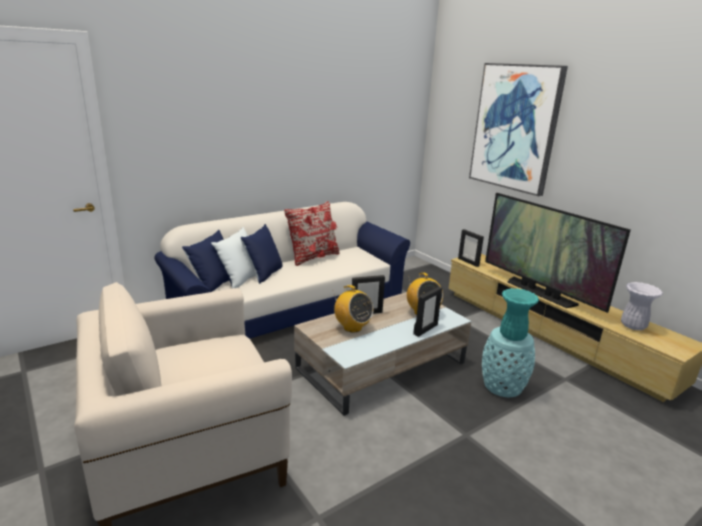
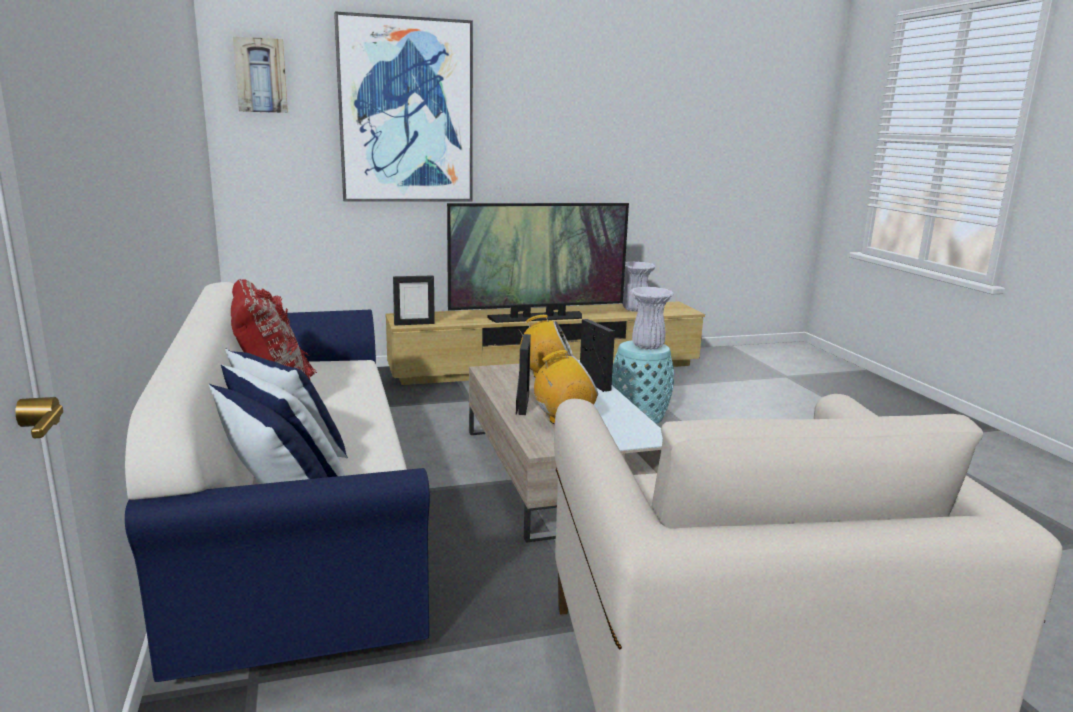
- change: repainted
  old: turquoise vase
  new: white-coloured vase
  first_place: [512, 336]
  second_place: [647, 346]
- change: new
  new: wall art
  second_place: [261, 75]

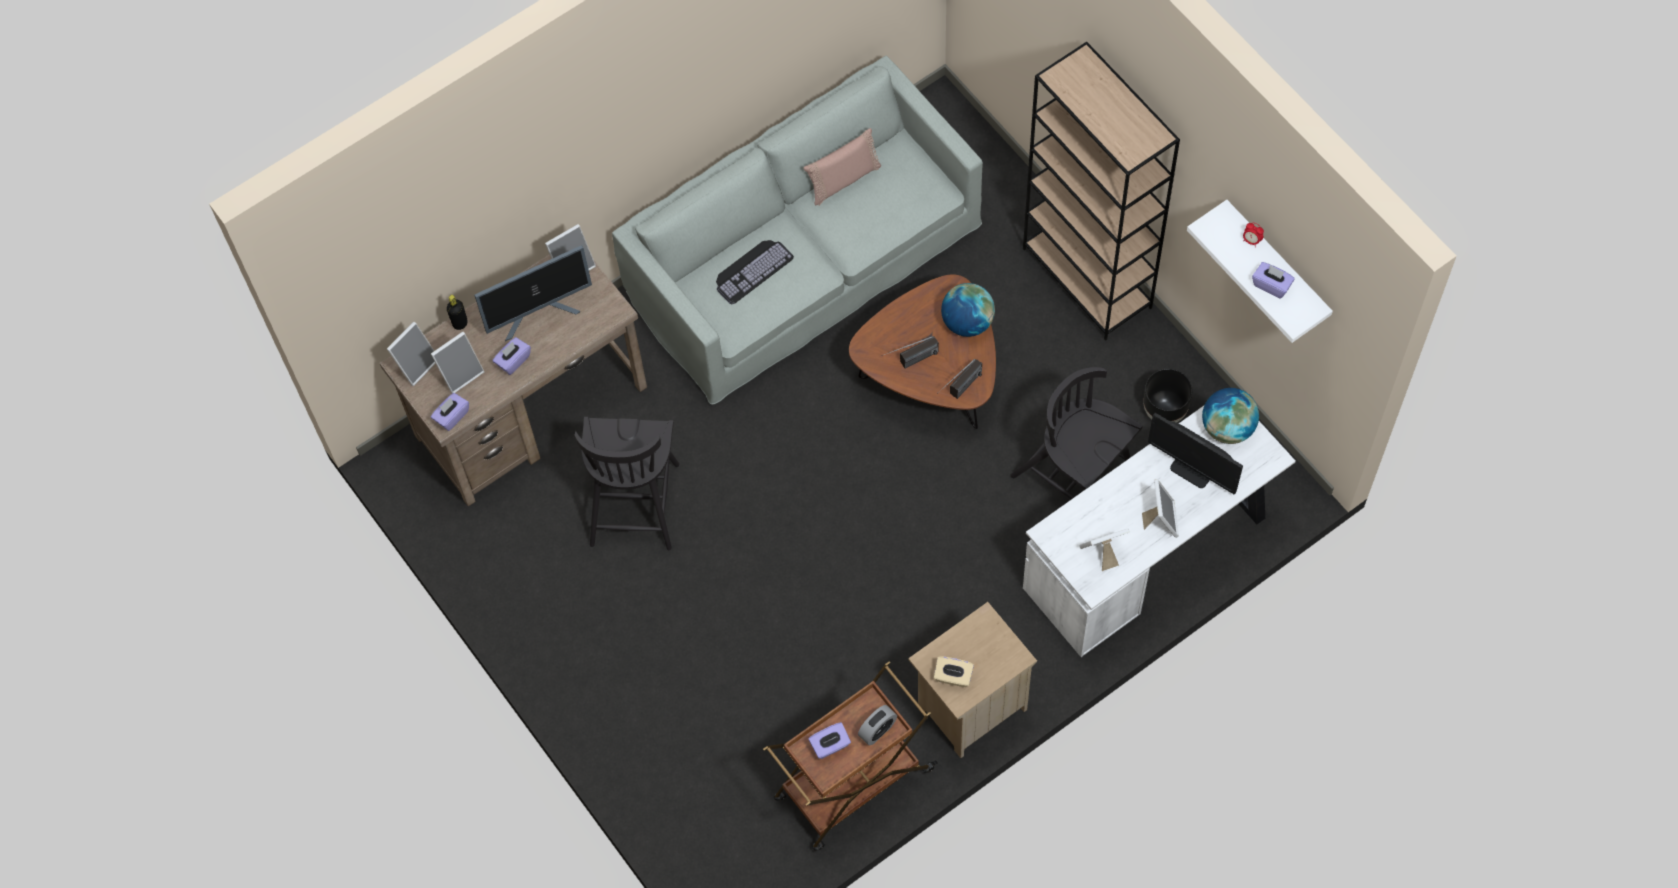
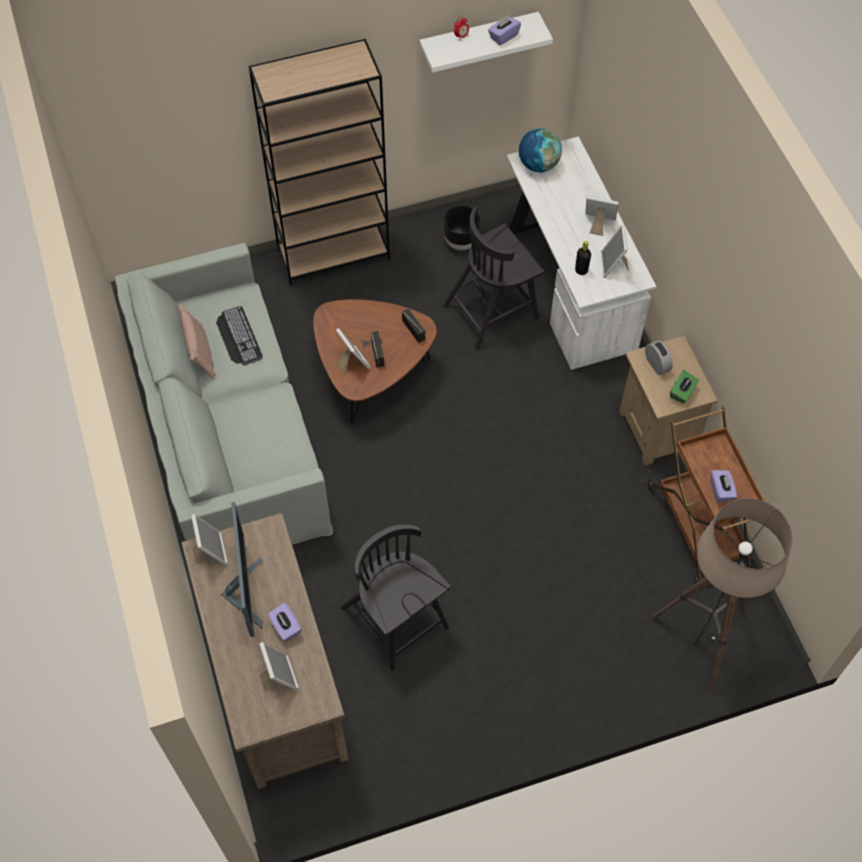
- change: shifted
  old: standing frame
  first_place: [416, 364]
  second_place: [352, 362]
- change: gone
  old: purple-coloured tissue box
  first_place: [452, 416]
- change: shifted
  old: black bottle
  first_place: [460, 323]
  second_place: [581, 270]
- change: rotated
  old: black chair
  first_place: [635, 501]
  second_place: [396, 619]
  degrees: -150
- change: shifted
  old: computer keyboard
  first_place: [752, 269]
  second_place: [237, 336]
- change: shifted
  old: bedside clock
  first_place: [877, 730]
  second_place: [656, 364]
- change: repainted
  old: beige-coloured tissue box
  new: green-coloured tissue box
  first_place: [953, 677]
  second_place: [682, 392]
- change: gone
  old: globe
  first_place: [967, 322]
- change: gone
  old: computer display
  first_place: [1192, 469]
- change: new
  new: standing lamp
  second_place: [702, 638]

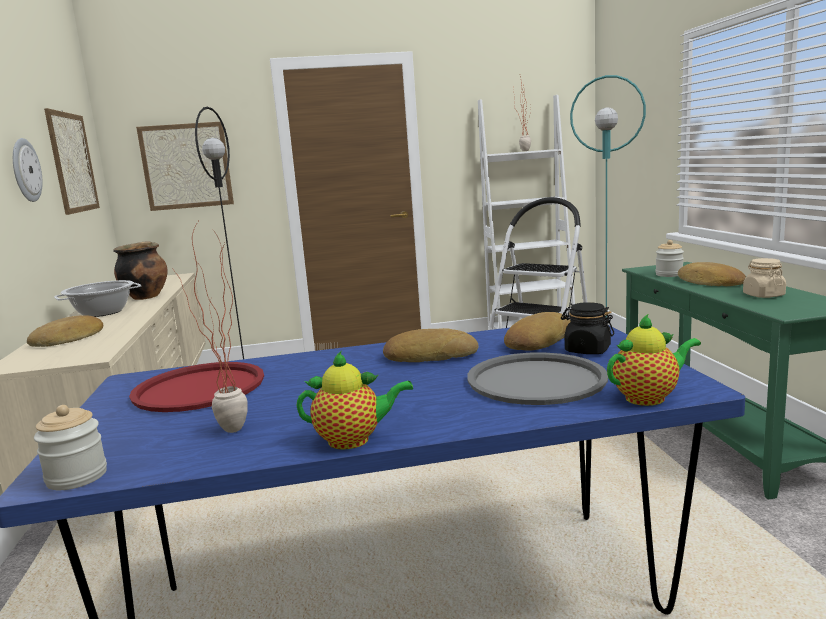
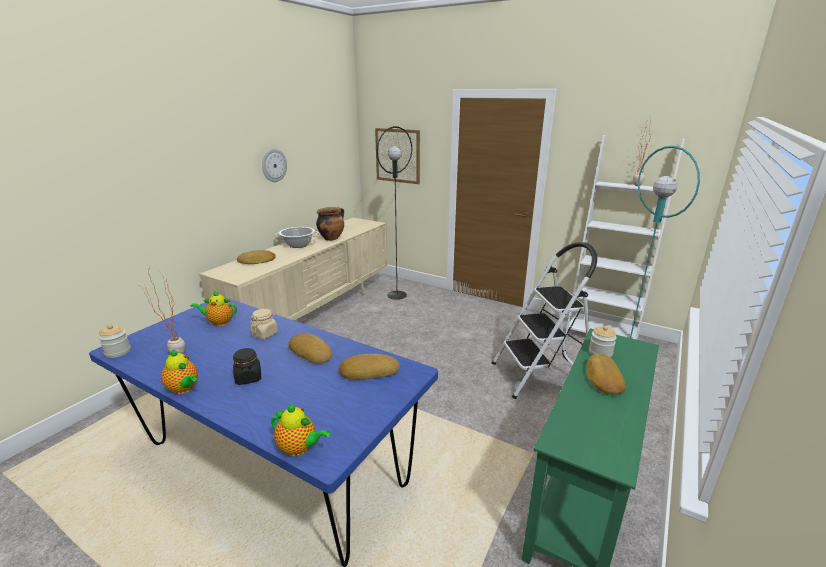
- change: gone
  old: wall art
  first_place: [72, 161]
- change: swapped
  old: reddish tray
  new: pot for tea
  first_place: [199, 388]
  second_place: [219, 322]
- change: gone
  old: greyish tray
  first_place: [536, 380]
- change: shifted
  old: black jar
  first_place: [587, 350]
  second_place: [248, 377]
- change: shifted
  old: beige-coloured jar
  first_place: [763, 295]
  second_place: [265, 334]

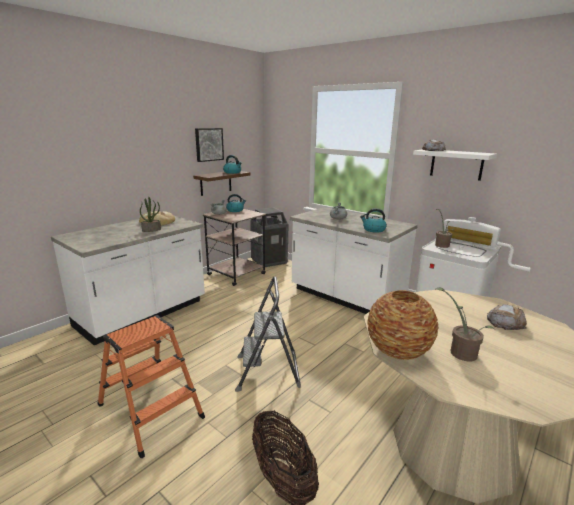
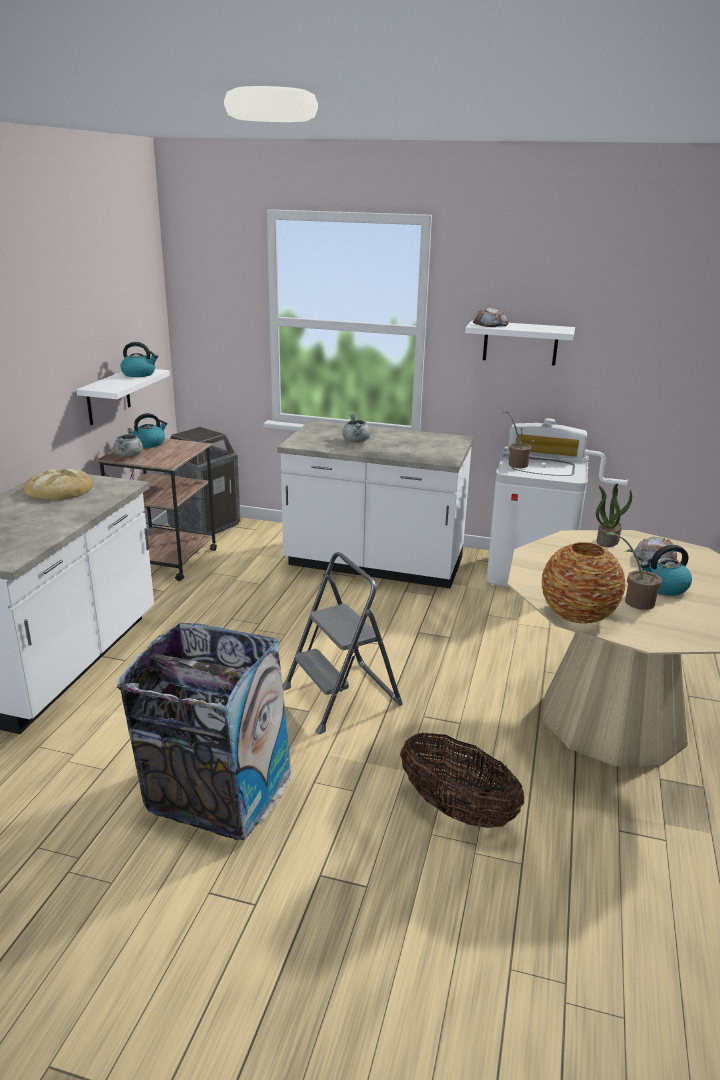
- change: swapped
  old: orangey stepladder
  new: rubbish bin
  first_place: [150, 410]
  second_place: [216, 793]
- change: shifted
  old: plant in a pot
  first_place: [151, 230]
  second_place: [607, 540]
- change: repainted
  old: brown-coloured wall shelf
  new: white-coloured wall shelf
  first_place: [216, 183]
  second_place: [108, 396]
- change: gone
  old: wall art
  first_place: [208, 144]
- change: shifted
  old: tea kettle
  first_place: [373, 230]
  second_place: [663, 587]

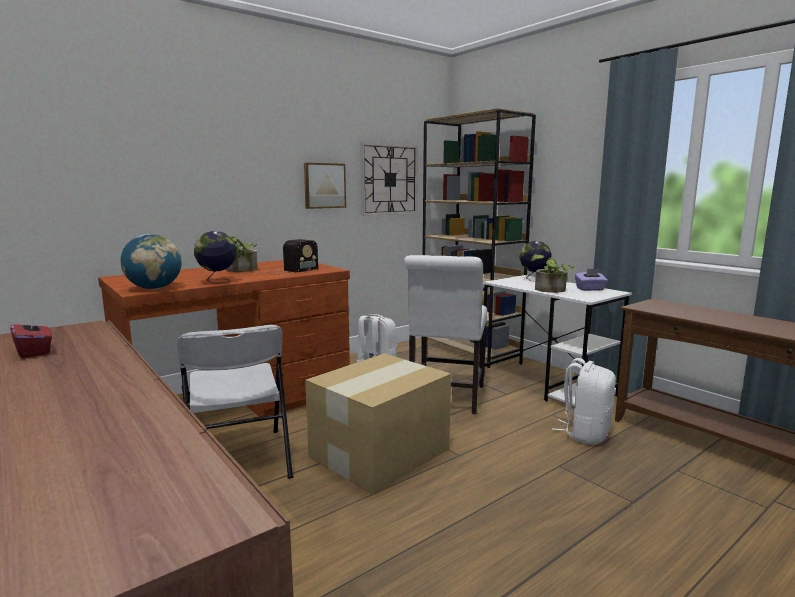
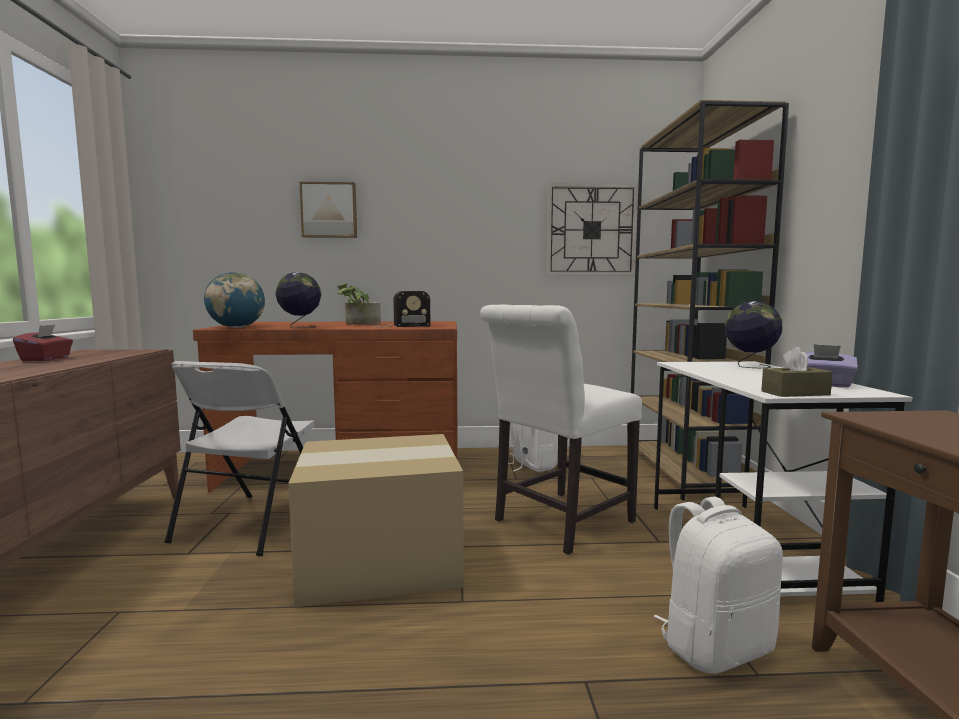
- change: shifted
  old: wall art
  first_place: [324, 185]
  second_place: [329, 210]
- change: gone
  old: plant in a pot
  first_place: [549, 290]
- change: new
  new: brown-coloured tissue box
  second_place: [795, 393]

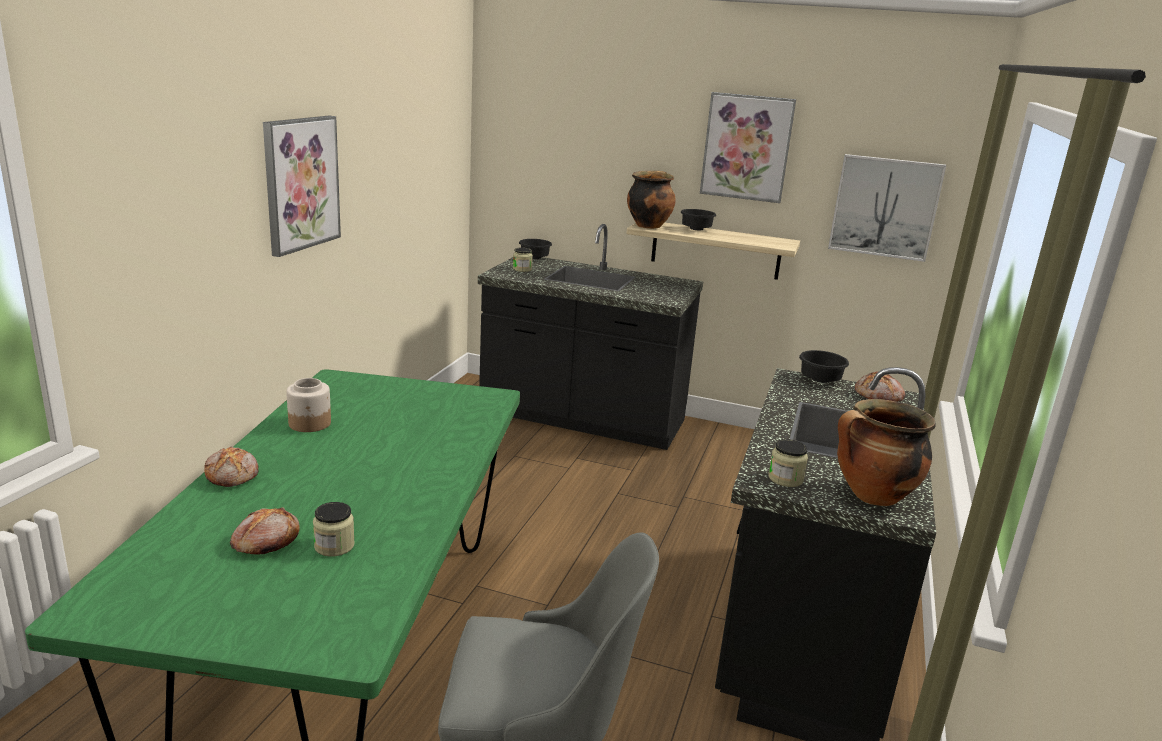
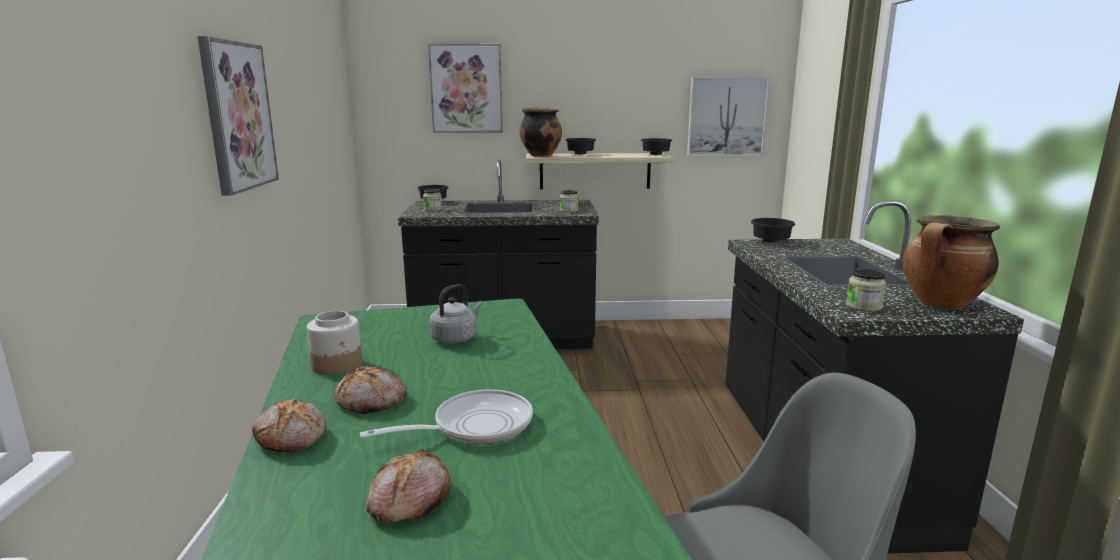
- change: shifted
  old: jar
  first_place: [334, 546]
  second_place: [569, 210]
- change: shifted
  old: wall art
  first_place: [746, 147]
  second_place: [466, 88]
- change: shifted
  old: baked bread
  first_place: [879, 396]
  second_place: [372, 401]
- change: new
  new: skillet
  second_place: [474, 426]
- change: new
  new: greyish tea kettle
  second_place: [456, 338]
- change: new
  new: black bowl
  second_place: [655, 154]

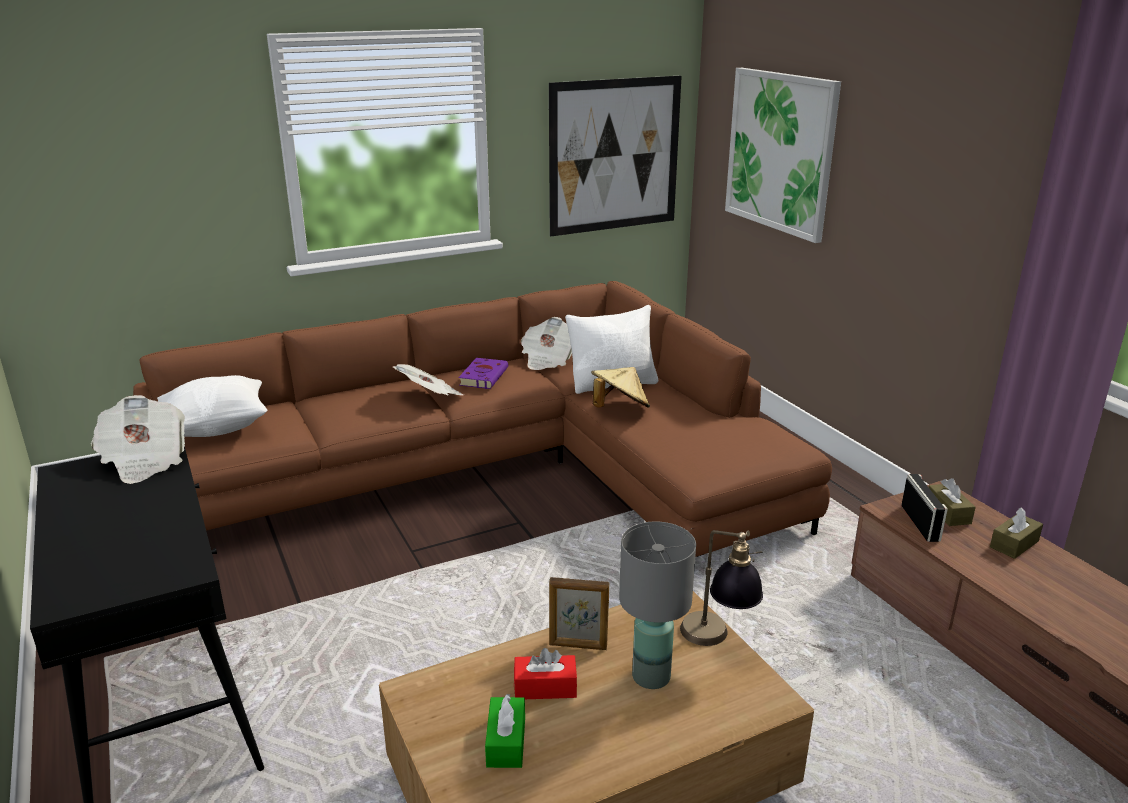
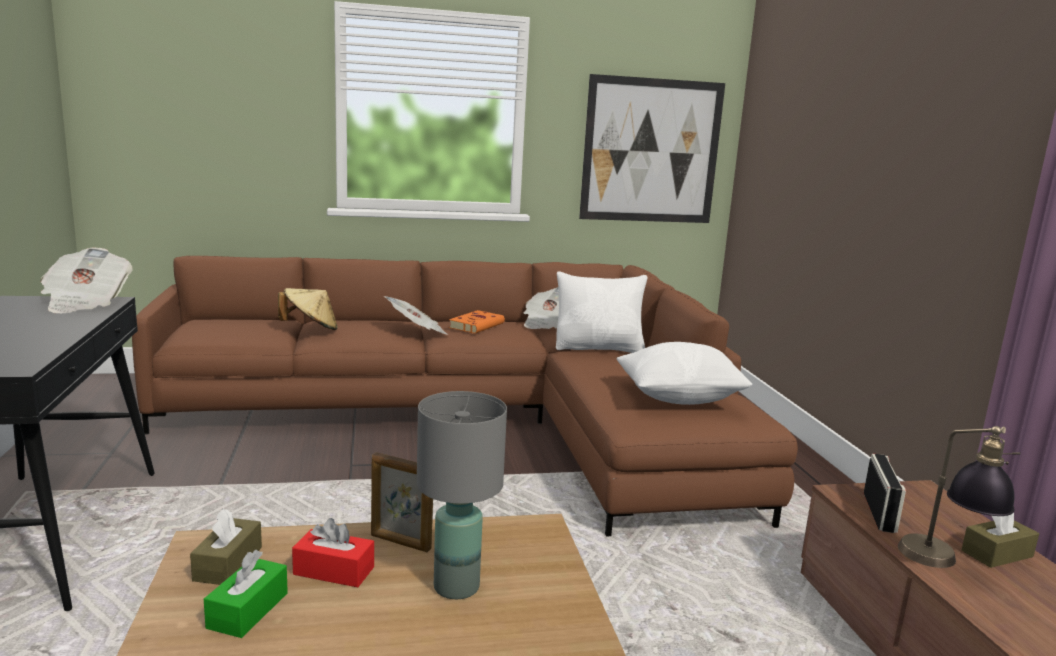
- change: shifted
  old: white-coloured pillow
  first_place: [217, 428]
  second_place: [679, 398]
- change: repainted
  old: purple-coloured bound book
  new: orangey bound book
  first_place: [484, 376]
  second_place: [477, 325]
- change: shifted
  old: beige-coloured wearable hat
  first_place: [619, 408]
  second_place: [310, 329]
- change: shifted
  old: lamp for a table
  first_place: [717, 642]
  second_place: [944, 566]
- change: gone
  old: wall art
  first_place: [780, 152]
- change: shifted
  old: brown-coloured tissue box
  first_place: [948, 513]
  second_place: [228, 564]

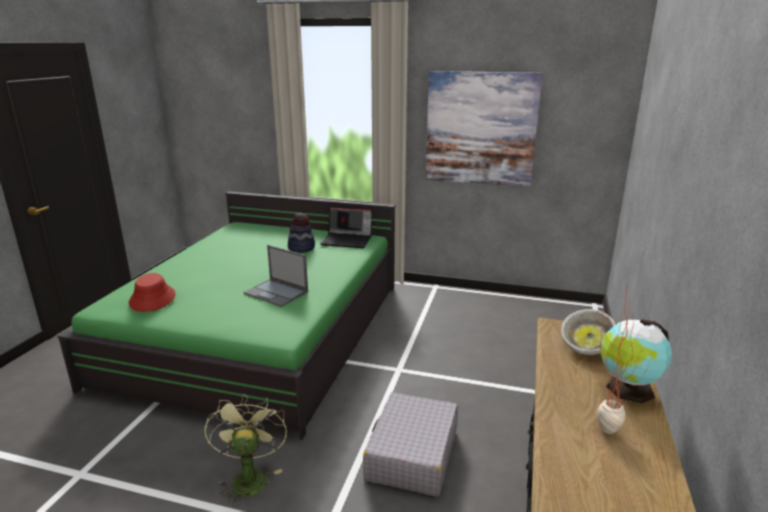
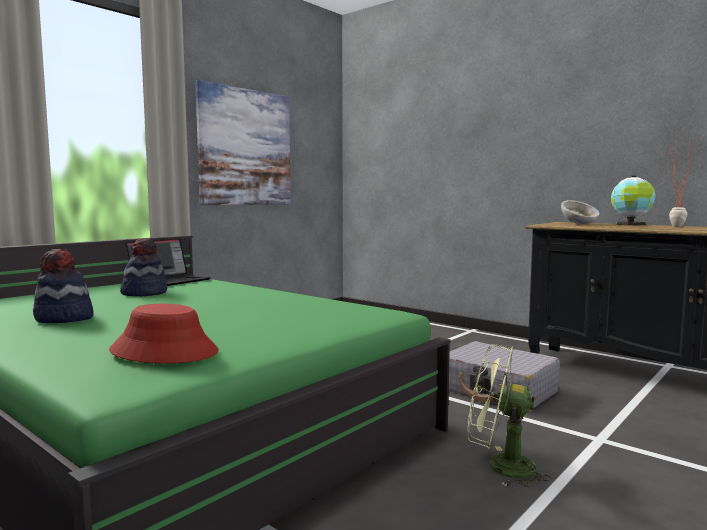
- change: gone
  old: notebook computer
  first_place: [277, 293]
- change: new
  new: wearable hat
  second_place: [64, 319]

